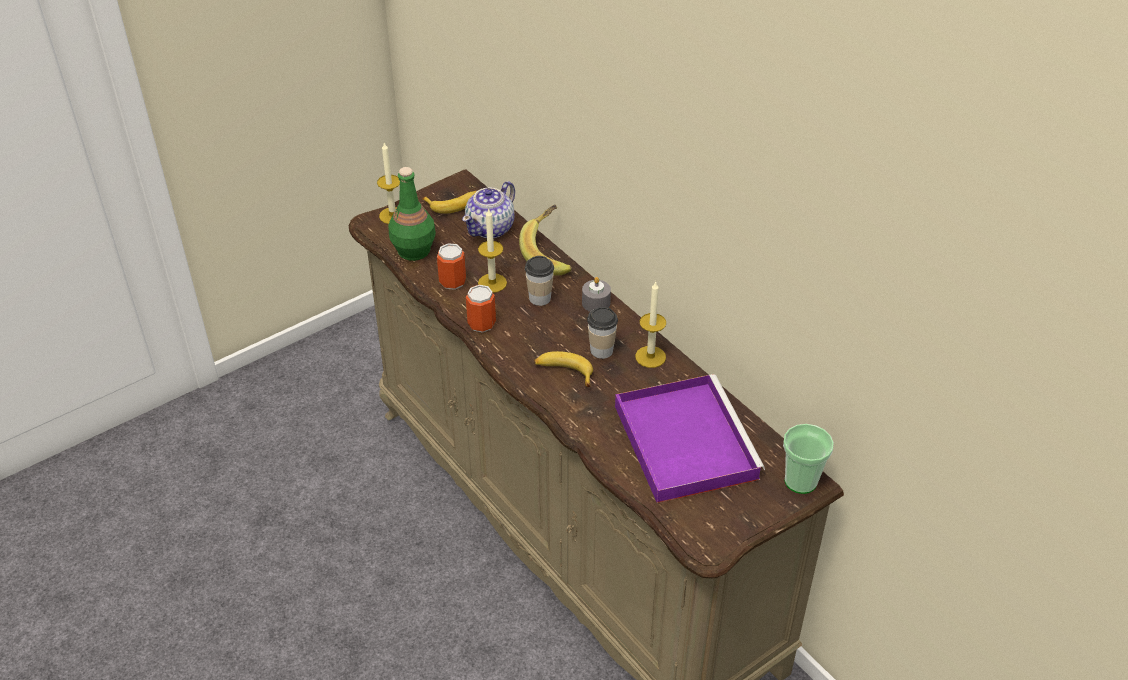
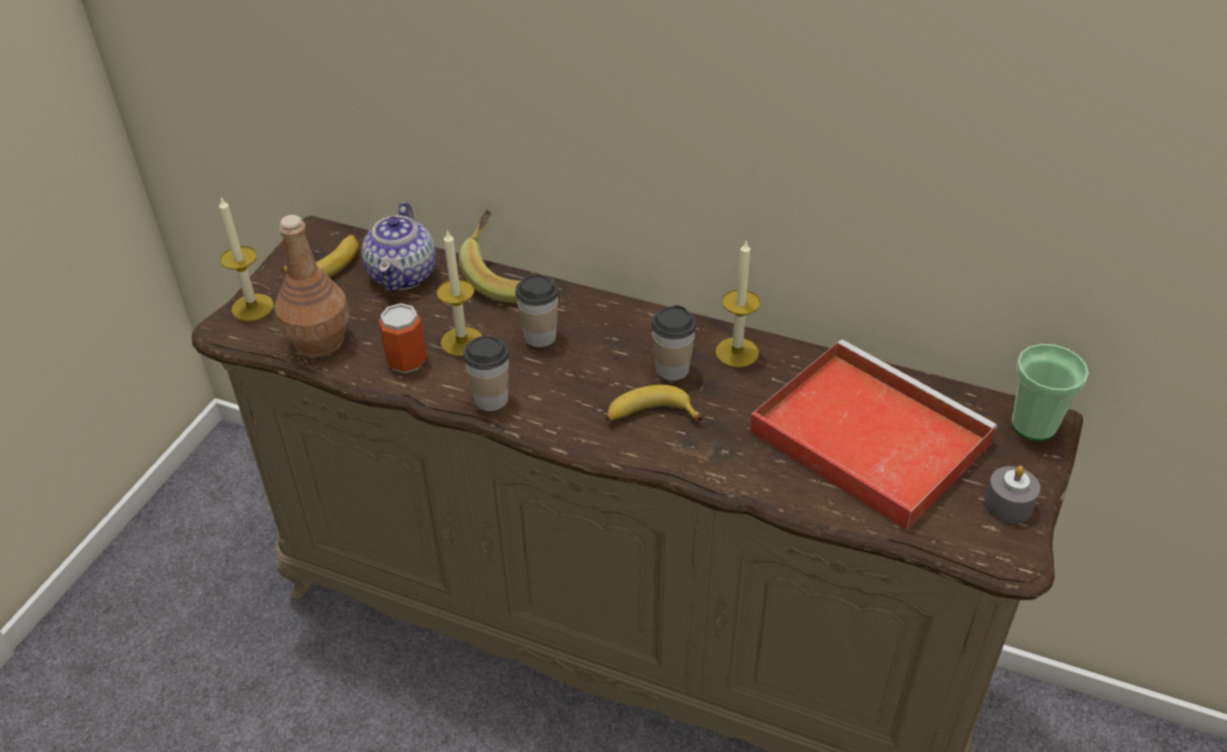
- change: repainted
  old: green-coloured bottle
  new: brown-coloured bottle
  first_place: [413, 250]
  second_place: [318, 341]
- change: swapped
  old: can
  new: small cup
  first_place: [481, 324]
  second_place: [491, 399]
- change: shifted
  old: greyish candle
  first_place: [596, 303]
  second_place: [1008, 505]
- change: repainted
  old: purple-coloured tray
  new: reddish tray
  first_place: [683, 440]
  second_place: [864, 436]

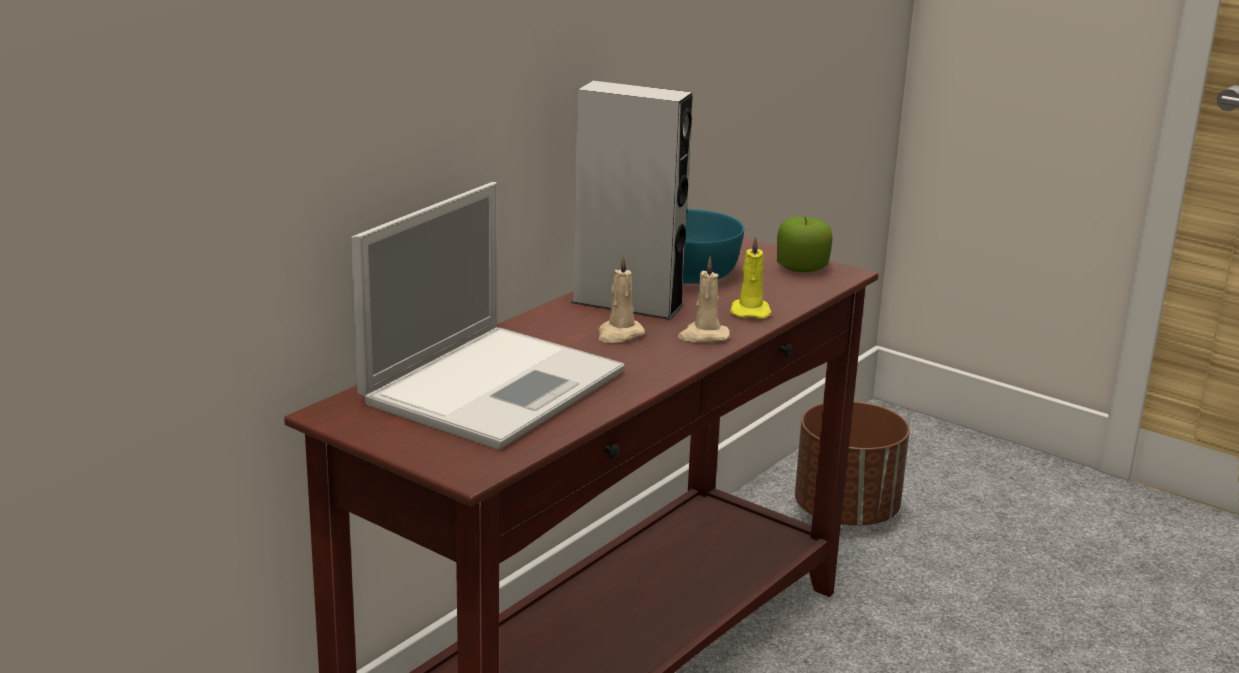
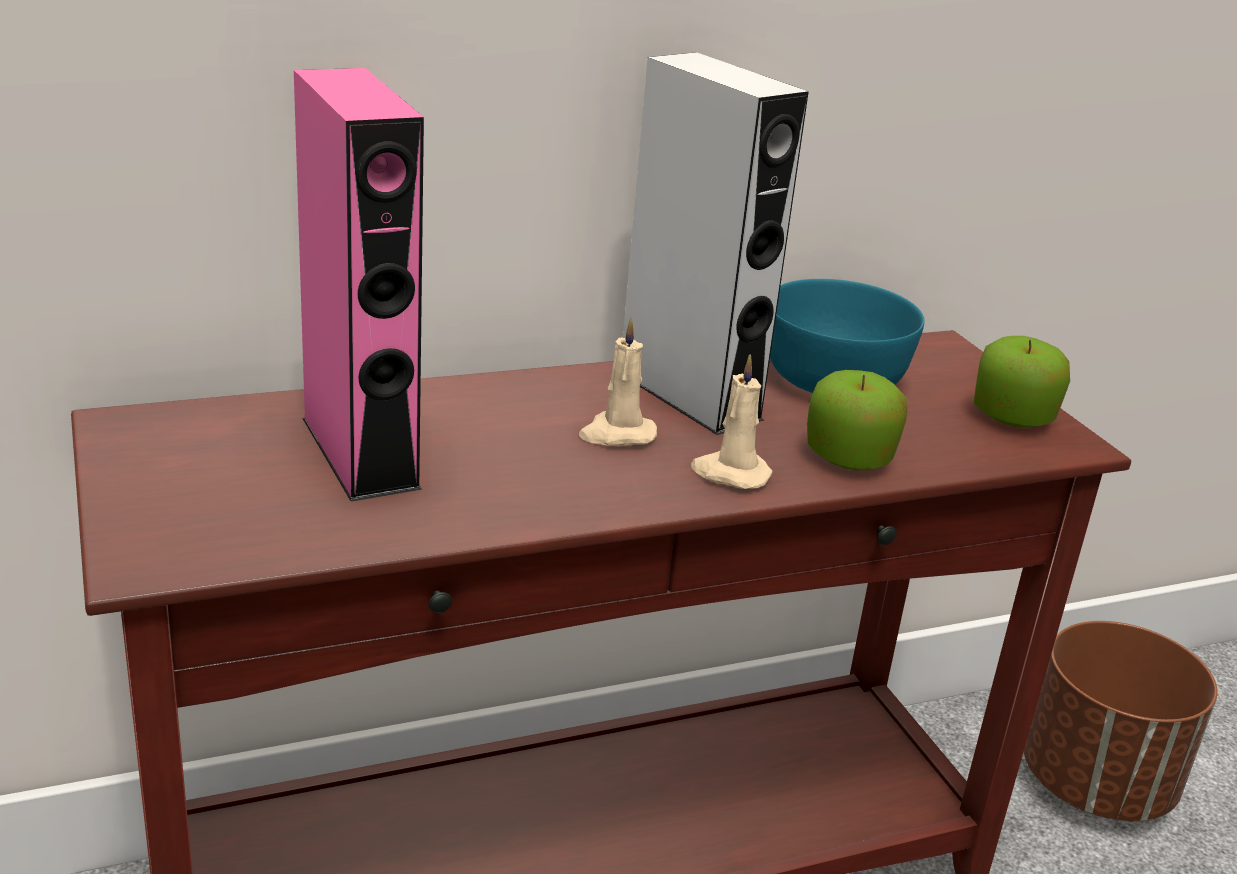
- change: swapped
  old: notebook computer
  new: pink-coloured audio speaker
  first_place: [496, 385]
  second_place: [360, 452]
- change: swapped
  old: yellow-coloured candle
  new: apple
  first_place: [750, 311]
  second_place: [849, 458]

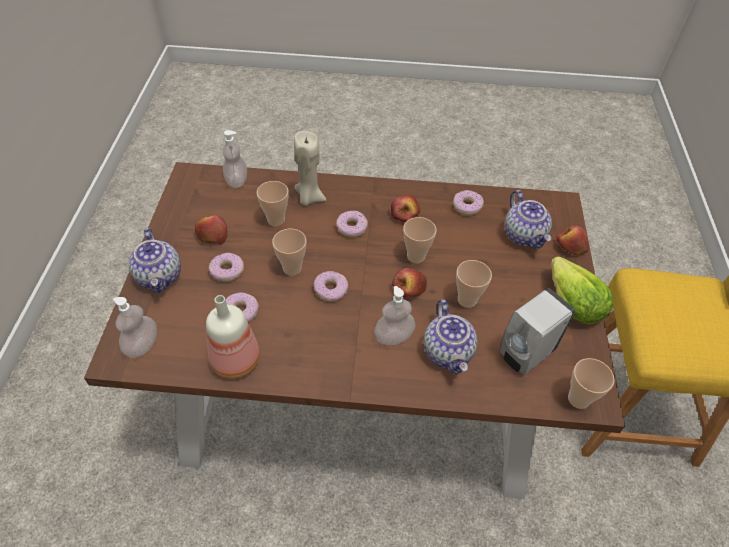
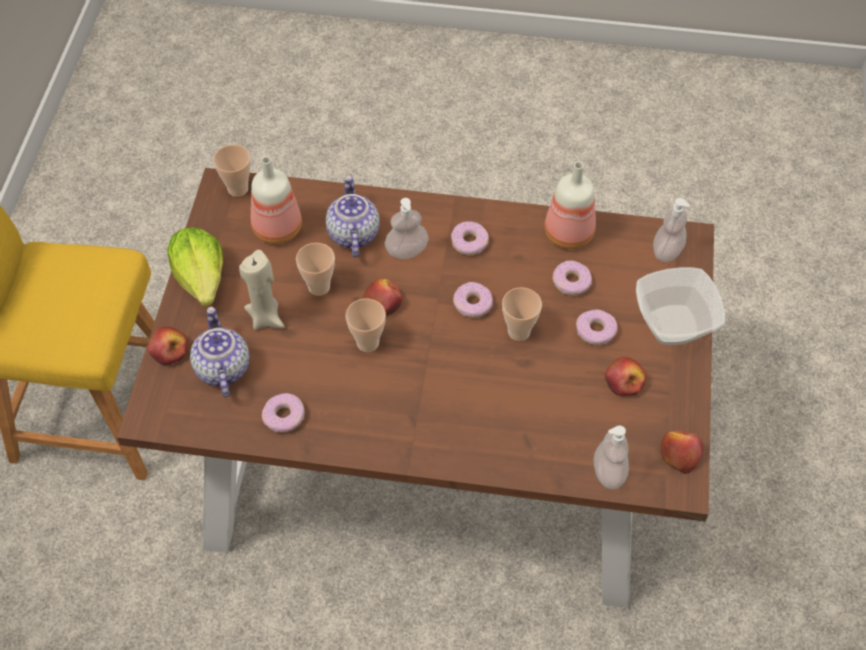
- change: swapped
  old: pot for tea
  new: bowl
  first_place: [160, 276]
  second_place: [672, 326]
- change: gone
  old: small cup
  first_place: [276, 220]
- change: shifted
  old: beige-coloured candle
  first_place: [309, 198]
  second_place: [266, 317]
- change: shifted
  old: ring doughnut
  first_place: [351, 227]
  second_place: [469, 242]
- change: shifted
  old: apple
  first_place: [404, 214]
  second_place: [679, 454]
- change: swapped
  old: white-coloured liquid soap bottle
  new: bottle
  first_place: [524, 355]
  second_place: [276, 228]

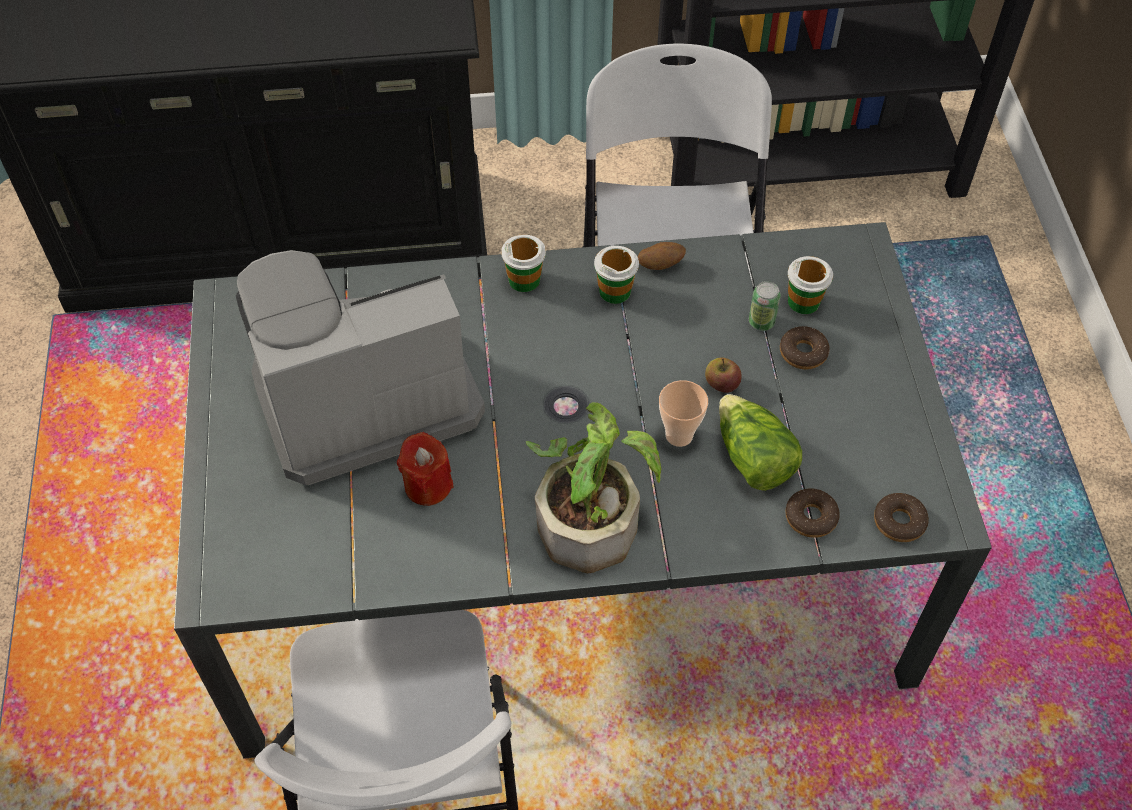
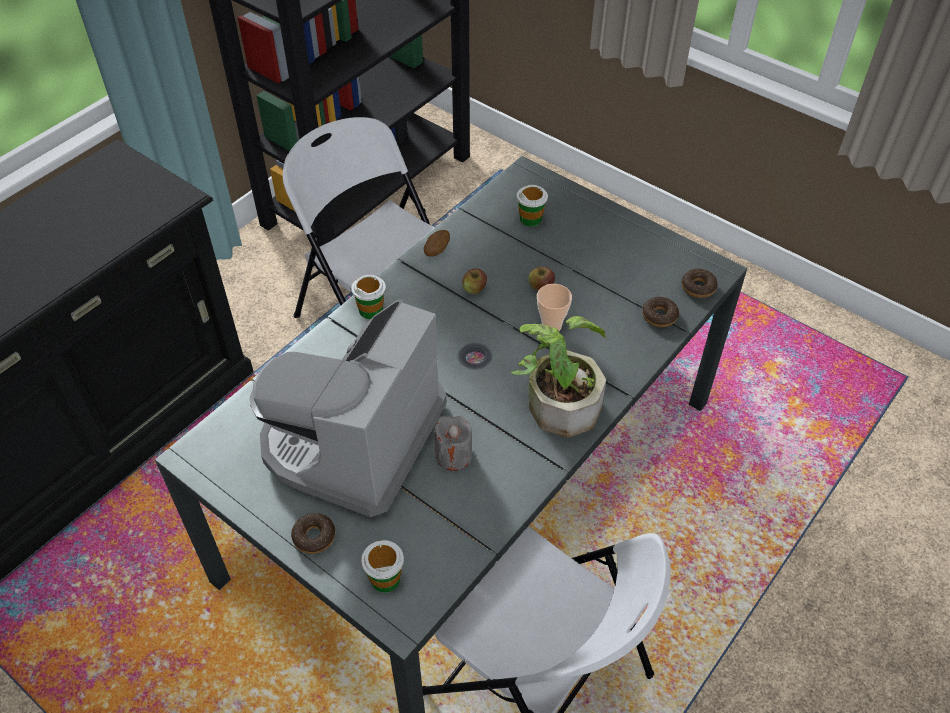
- change: repainted
  old: reddish candle
  new: greyish candle
  first_place: [427, 485]
  second_place: [453, 455]
- change: shifted
  old: small cup
  first_place: [615, 291]
  second_place: [385, 578]
- change: gone
  old: lettuce
  first_place: [752, 458]
- change: gone
  old: can
  first_place: [761, 322]
- change: shifted
  old: ring doughnut
  first_place: [803, 353]
  second_place: [314, 537]
- change: new
  new: apple
  second_place: [474, 289]

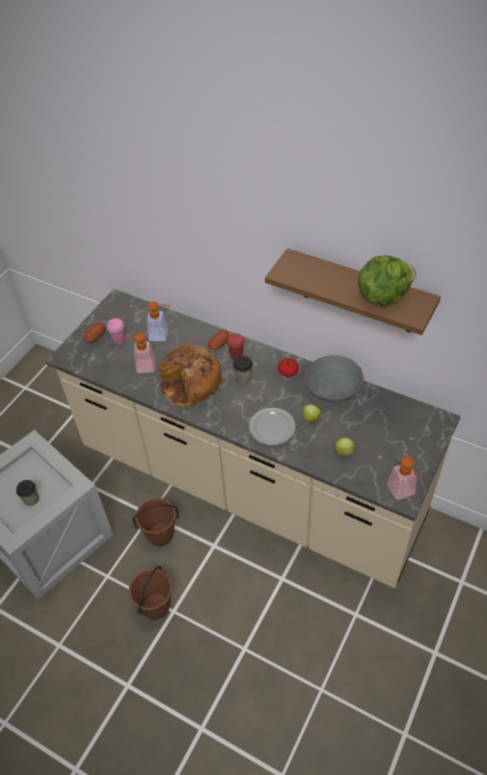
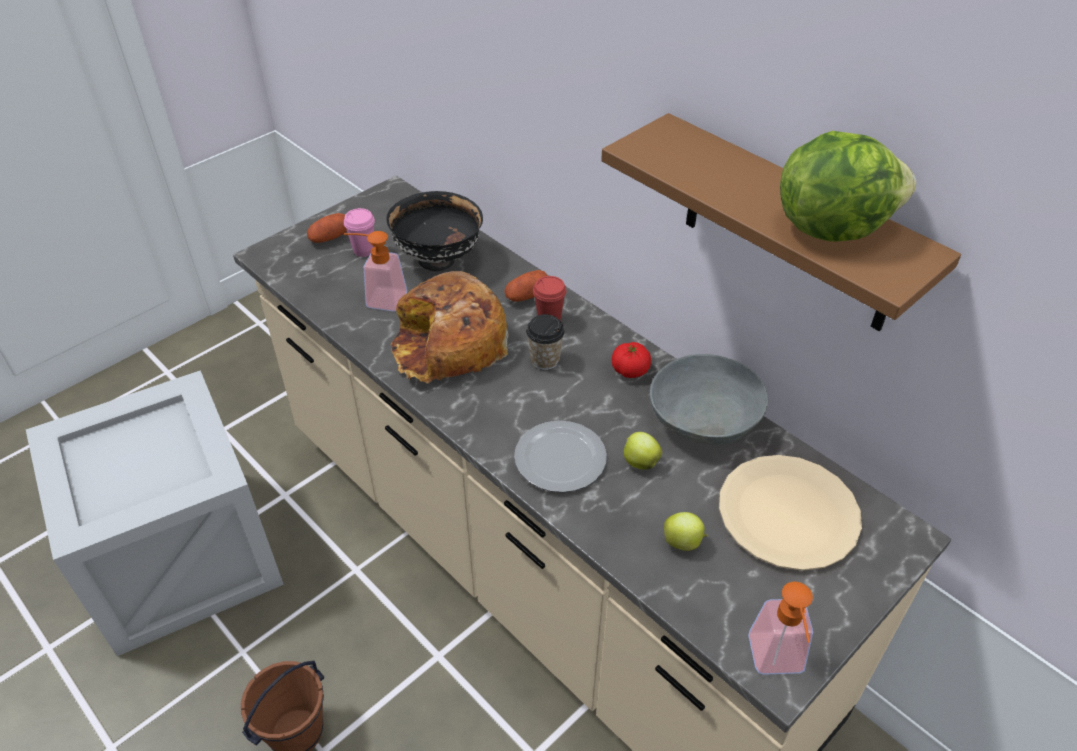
- change: gone
  old: small cup
  first_place: [31, 499]
- change: gone
  old: brown-coloured bucket
  first_place: [160, 534]
- change: swapped
  old: liquid soap bottle
  new: black bowl
  first_place: [162, 335]
  second_place: [438, 259]
- change: new
  new: beige-coloured dinner plate
  second_place: [788, 513]

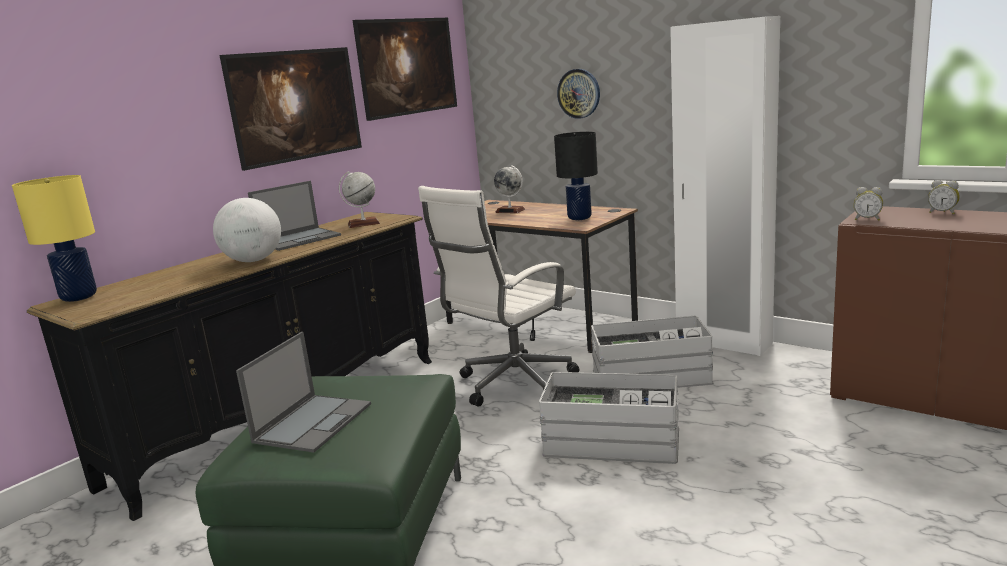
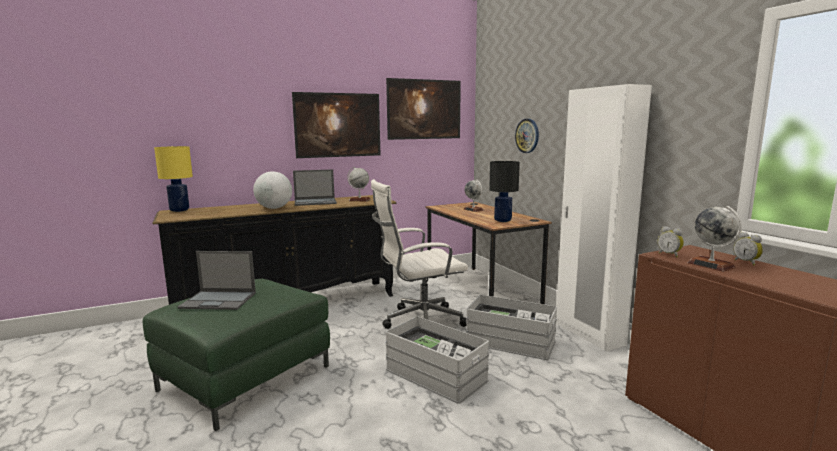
- change: rotated
  old: notebook computer
  first_place: [314, 422]
  second_place: [219, 300]
  degrees: 45
- change: new
  new: globe
  second_place: [711, 265]

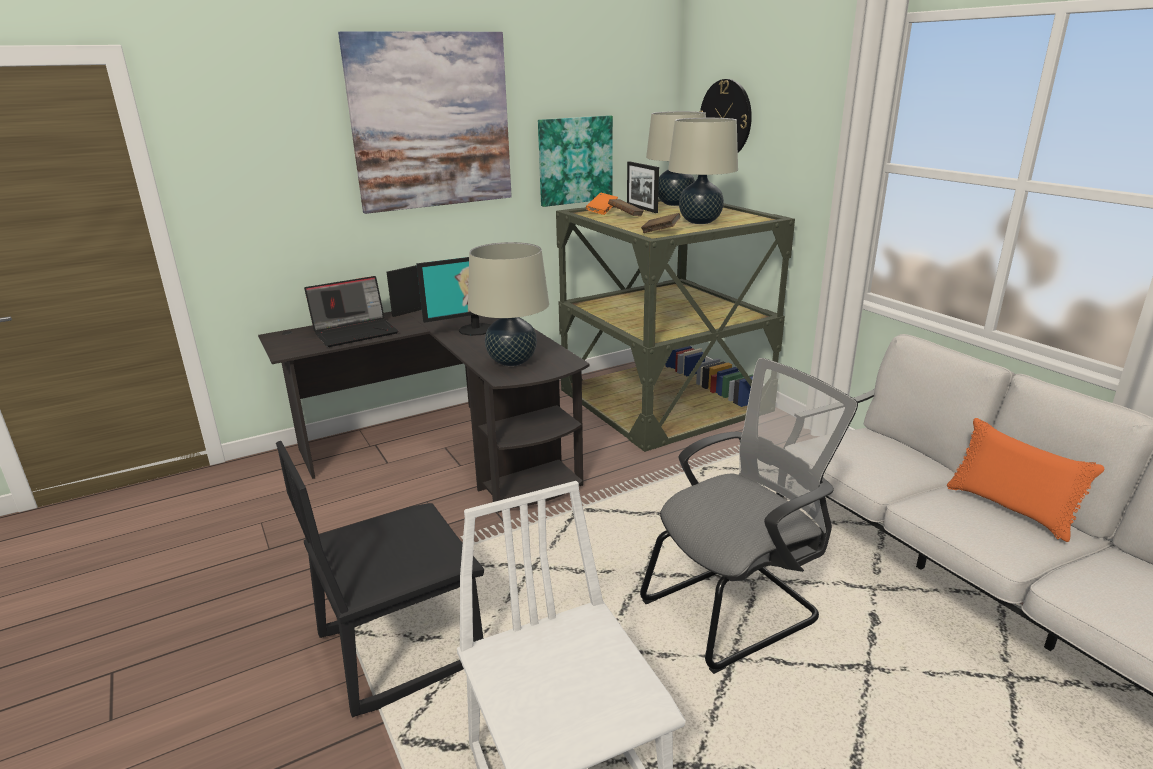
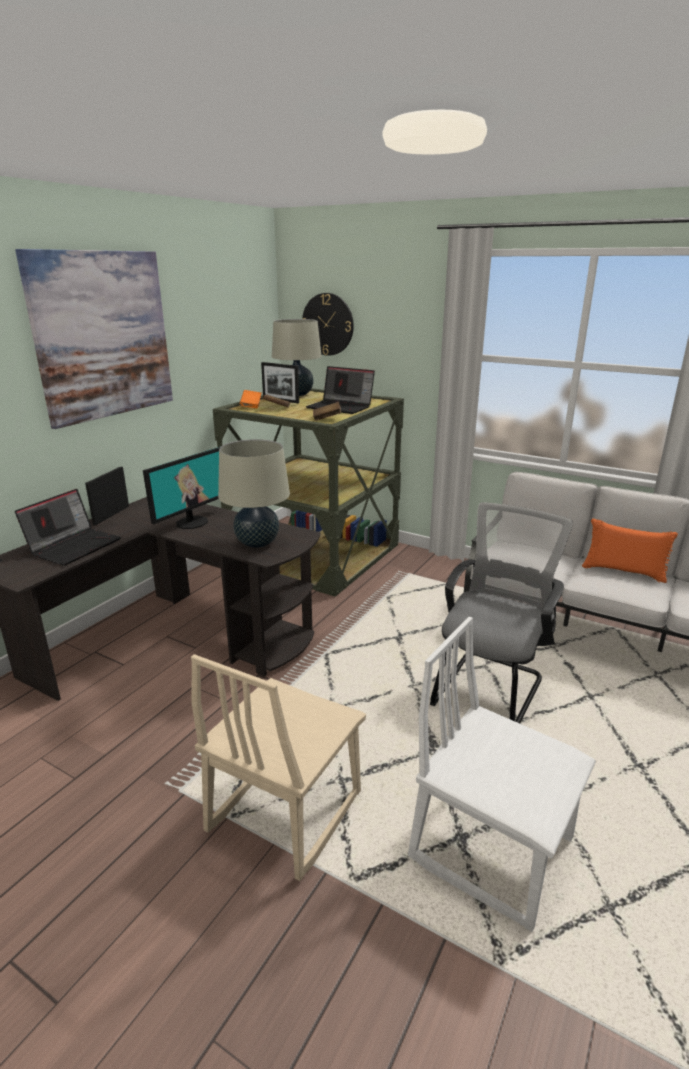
- change: repainted
  old: black chair
  new: beige-coloured chair
  first_place: [400, 647]
  second_place: [284, 811]
- change: gone
  old: wall art
  first_place: [575, 160]
- change: swapped
  old: beige-coloured lamp for a table
  new: notebook computer
  first_place: [700, 222]
  second_place: [341, 407]

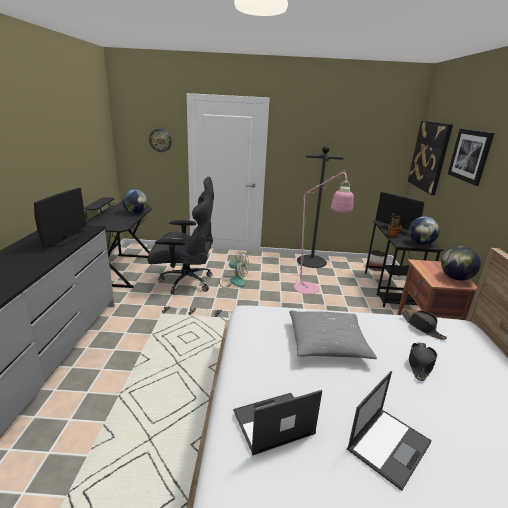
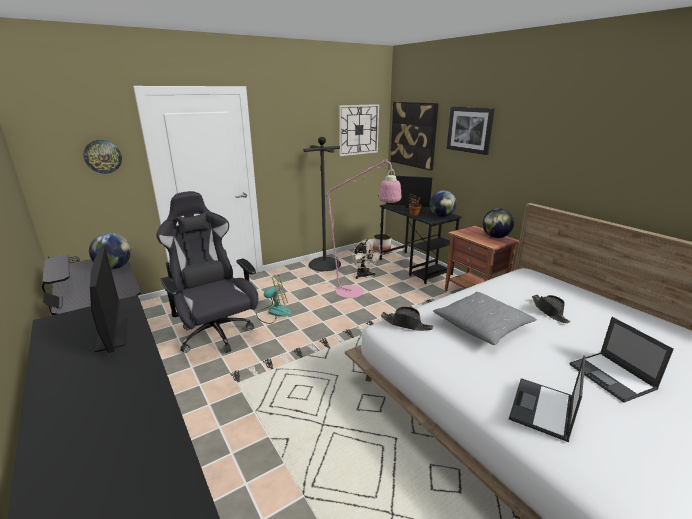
- change: rotated
  old: black computer chair
  first_place: [183, 282]
  second_place: [217, 337]
  degrees: -90
- change: rotated
  old: notebook computer
  first_place: [389, 445]
  second_place: [612, 377]
  degrees: 150
- change: shifted
  old: black wearable hat
  first_place: [422, 327]
  second_place: [406, 324]
- change: new
  new: wall clock
  second_place: [358, 130]
- change: new
  new: beige-coloured electric fan
  second_place: [364, 276]

